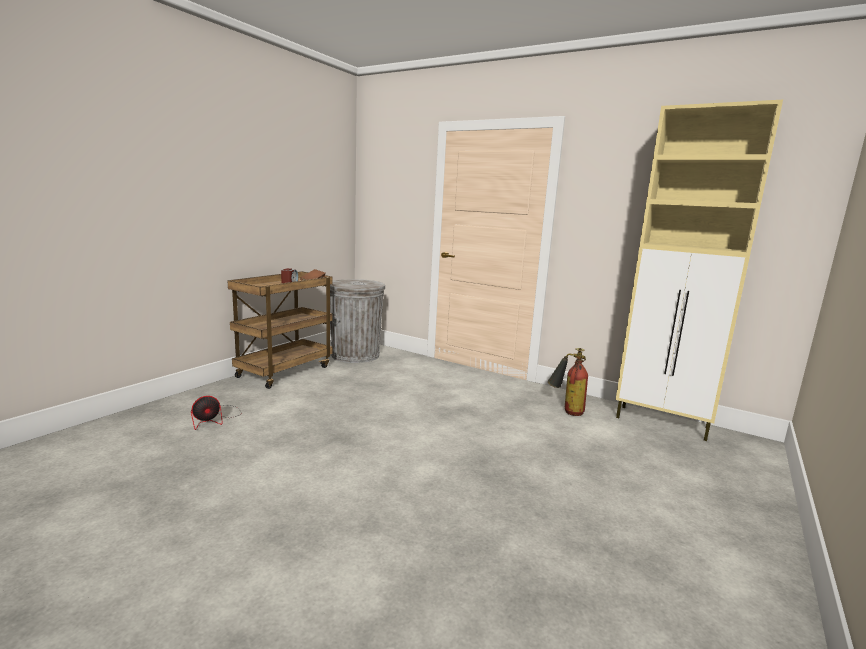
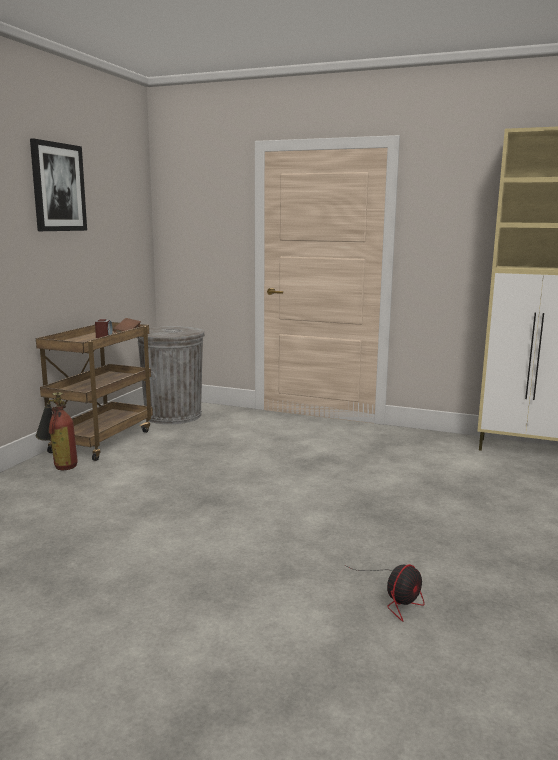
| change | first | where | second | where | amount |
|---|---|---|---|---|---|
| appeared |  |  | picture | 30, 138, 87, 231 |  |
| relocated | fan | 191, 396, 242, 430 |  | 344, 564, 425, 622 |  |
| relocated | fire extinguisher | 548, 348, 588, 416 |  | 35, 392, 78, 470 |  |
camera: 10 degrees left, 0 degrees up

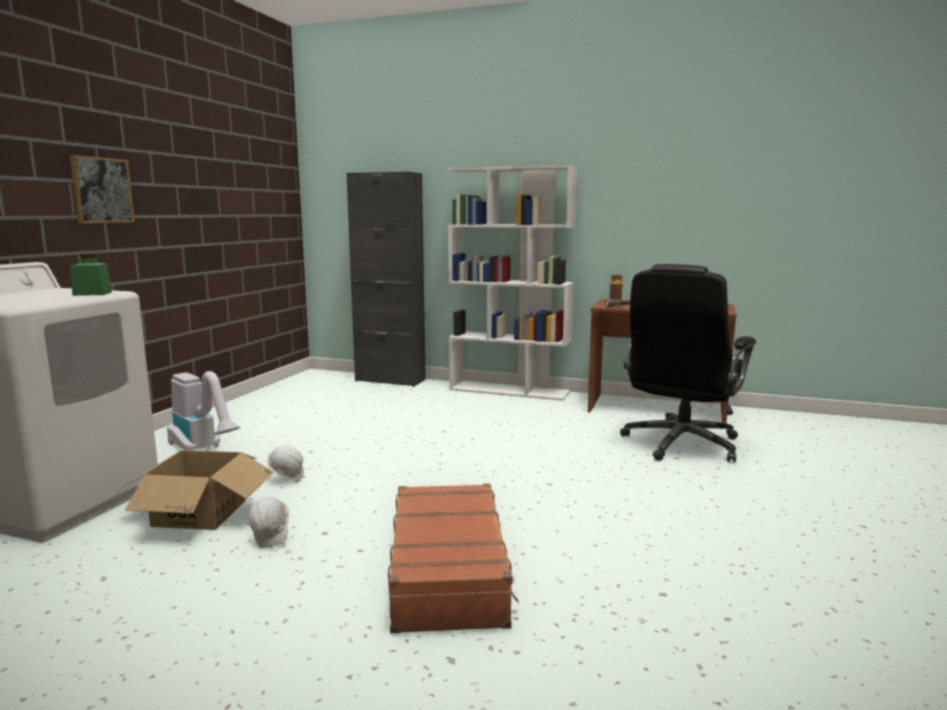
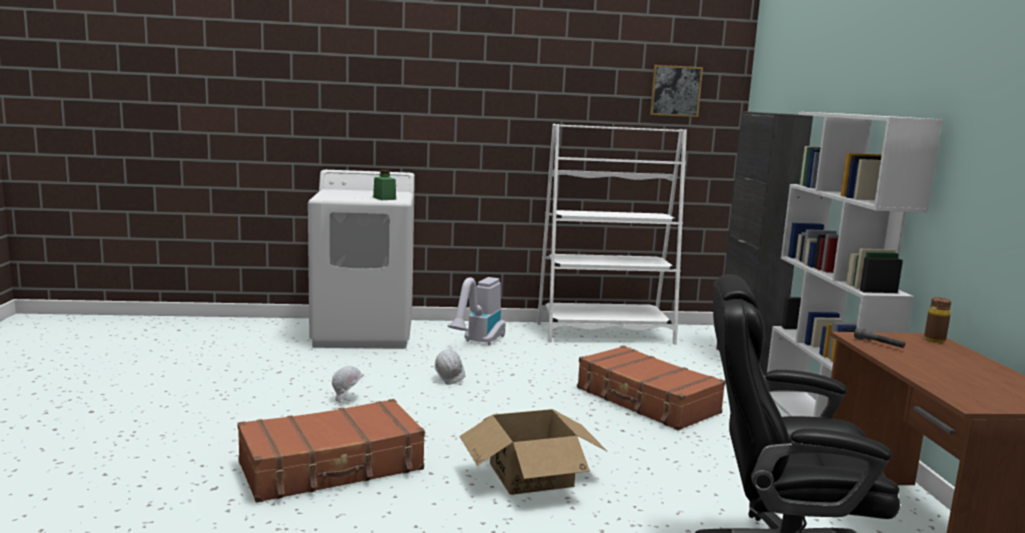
| change | first | where | second | where | amount |
|---|---|---|---|---|---|
| appeared |  |  | white bookcase | 537, 124, 687, 344 |  |
| appeared |  |  | brown suitcase | 577, 345, 726, 431 |  |
| relocated | picture | 70, 155, 135, 223 |  | 650, 65, 703, 117 |  |
| relocated | cardboard box | 114, 450, 274, 530 |  | 459, 409, 608, 495 |  |
camera: 65 degrees right, 0 degrees up

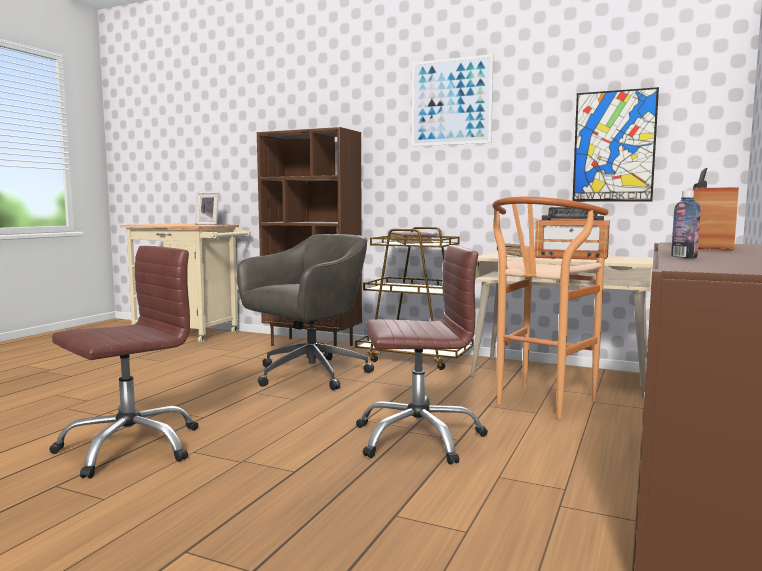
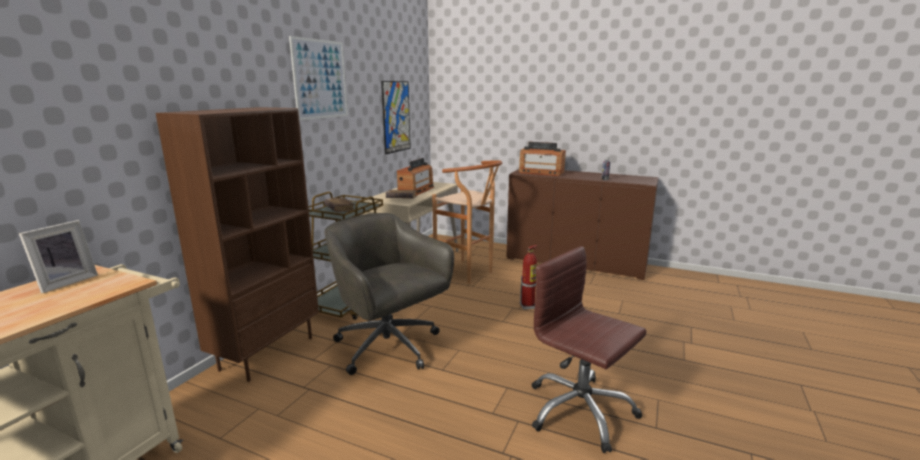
| change | first | where | second | where | amount |
|---|---|---|---|---|---|
| exchanged | brown office chair | 356, 245, 488, 465 | fire extinguisher | 520, 245, 538, 310 |  |
camera: 90 degrees left, 10 degrees up

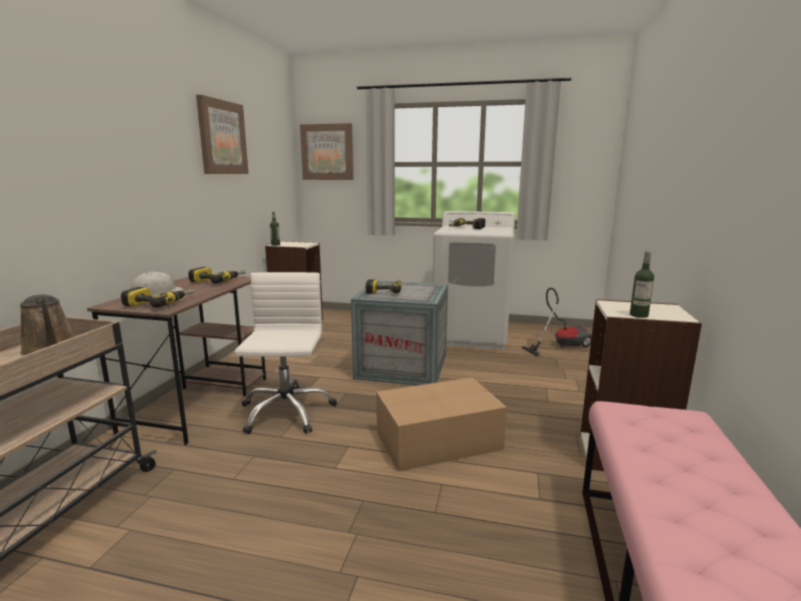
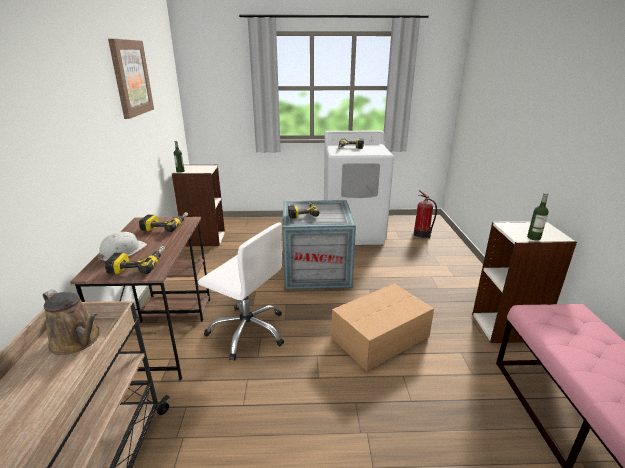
| change | first | where | second | where | amount |
|---|---|---|---|---|---|
| missing | picture | 300, 123, 353, 180 |  |  |  |
| exchanged | vacuum cleaner | 521, 288, 592, 356 | fire extinguisher | 414, 190, 437, 238 |  |
| spun | white office chair | 235, 272, 337, 434 |  | 198, 223, 284, 361 | 135 degrees clockwise |
camera: 15 degrees left, 10 degrees up

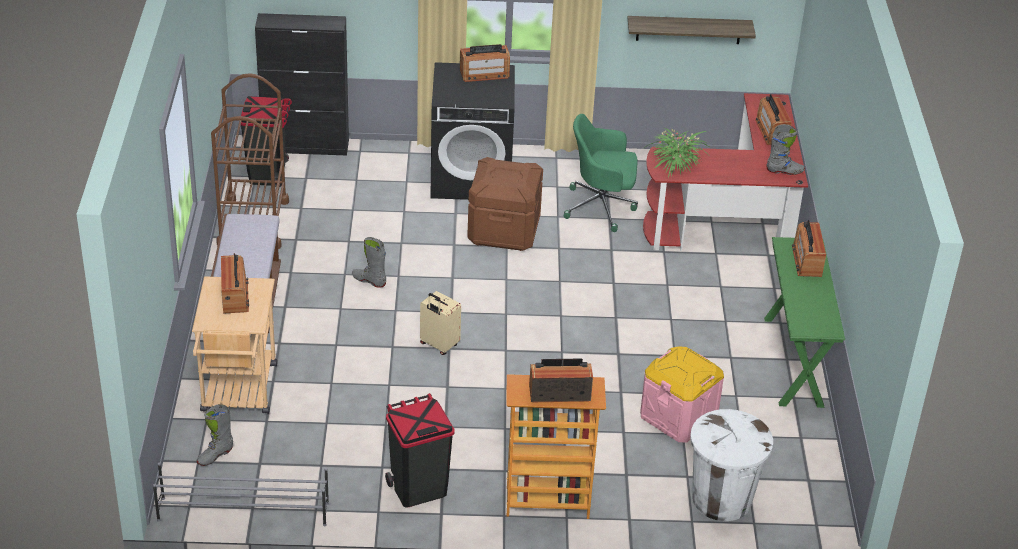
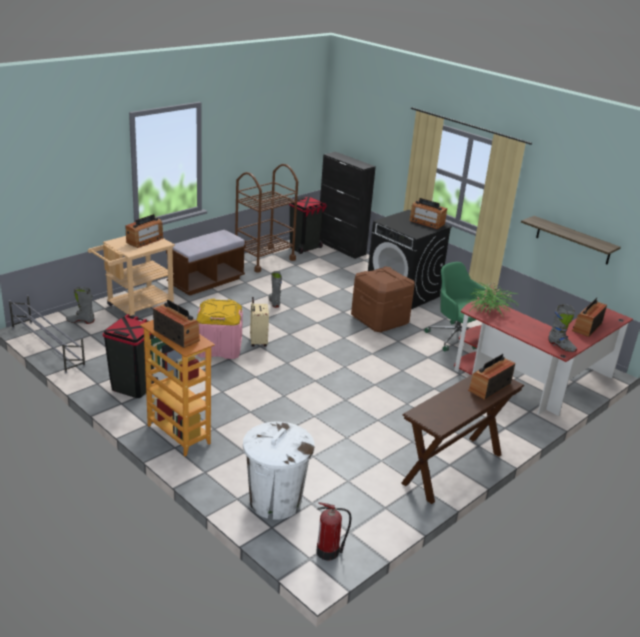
| change | first | where | second | where | amount |
|---|---|---|---|---|---|
| appeared |  |  | fire extinguisher | 316, 502, 351, 560 |  |
| relocated | pink storage box | 640, 347, 724, 442 |  | 196, 298, 243, 359 |  |
| colour | green console table | 764, 237, 845, 408 | brown console table | 401, 374, 524, 504 |  |
camera: 45 degrees right, 10 degrees down

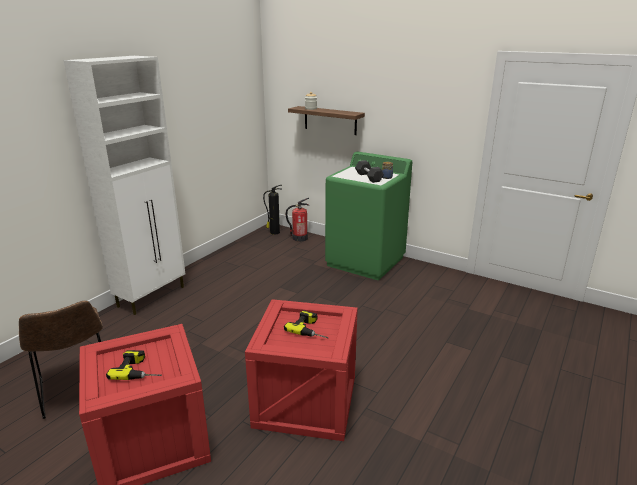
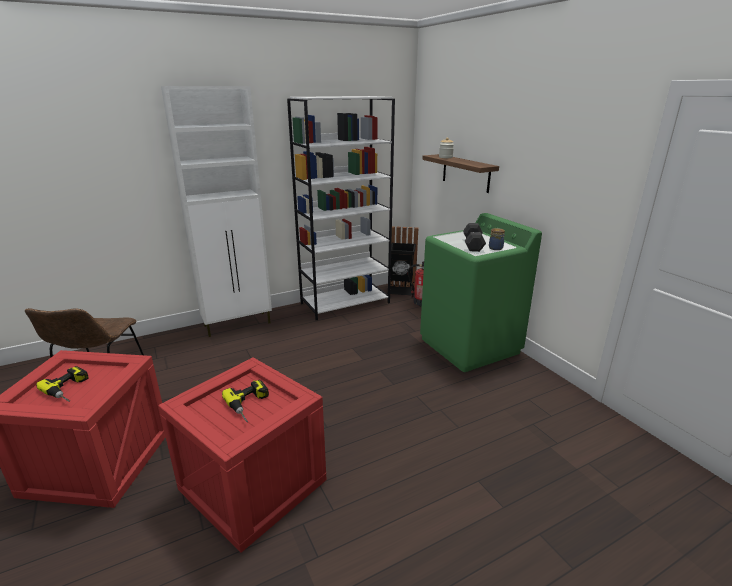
| change | first | where | second | where | amount |
|---|---|---|---|---|---|
| appeared |  |  | white bookcase | 287, 96, 395, 320 |  |
| exchanged | fire extinguisher | 263, 185, 282, 235 | black trash can | 387, 226, 418, 295 |  |
camera: 30 degrees right, 0 degrees up

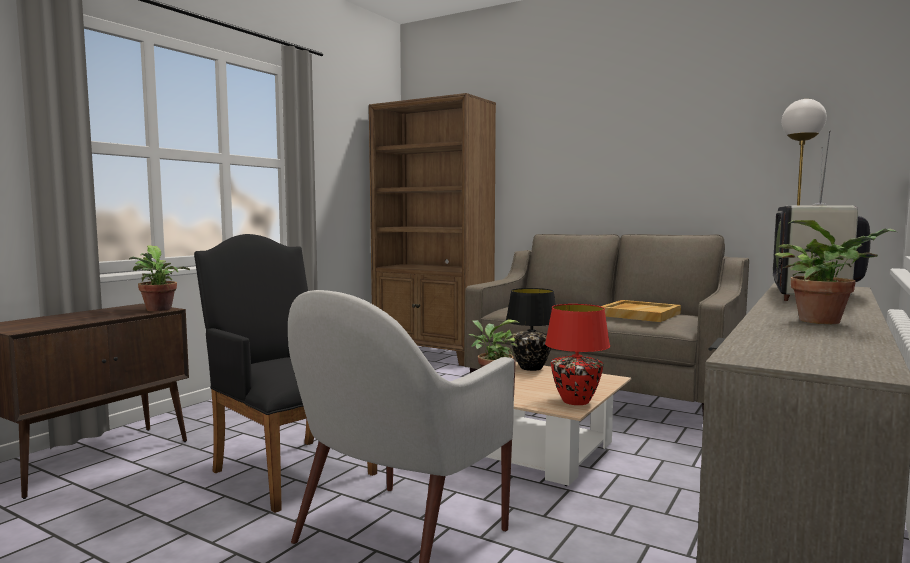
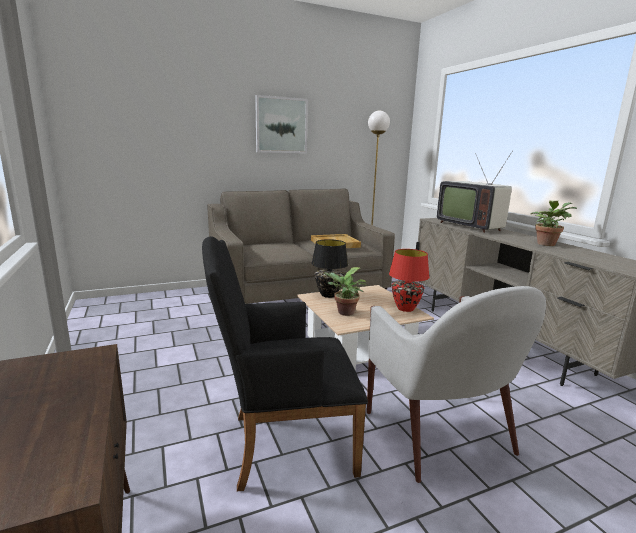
| change | first | where | second | where | amount |
|---|---|---|---|---|---|
| missing | potted plant | 129, 246, 190, 311 |  |  |  |
| missing | brown bookcase | 369, 93, 496, 366 |  |  |  |
| appeared |  |  | picture | 255, 95, 308, 153 |  |
camera: 55 degrees left, 10 degrees up

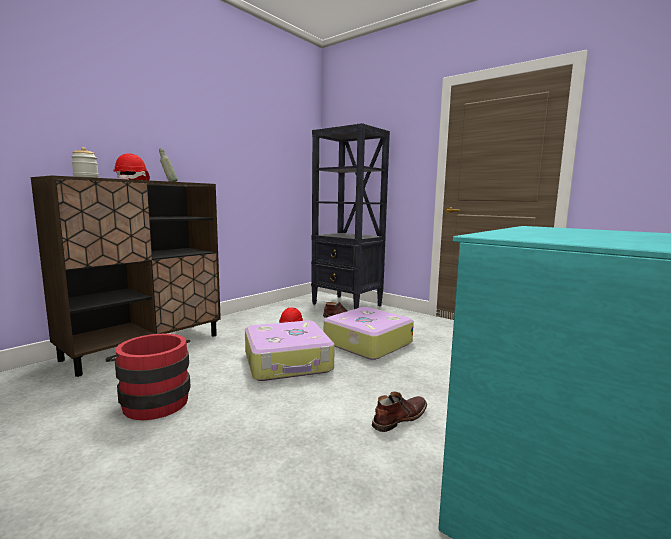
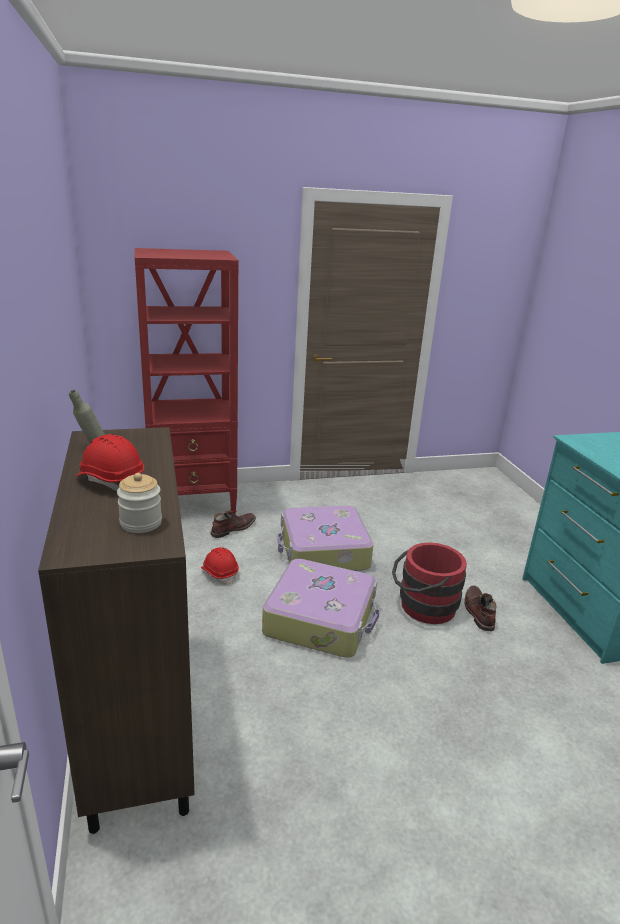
| change | first | where | second | where | amount |
|---|---|---|---|---|---|
| relocated | red bucket | 106, 334, 191, 420 |  | 392, 542, 467, 624 |  |
| colour | black bookcase | 311, 123, 390, 309 | red bookcase | 135, 248, 239, 515 |  |
camera: 55 degrees left, 15 degrees up

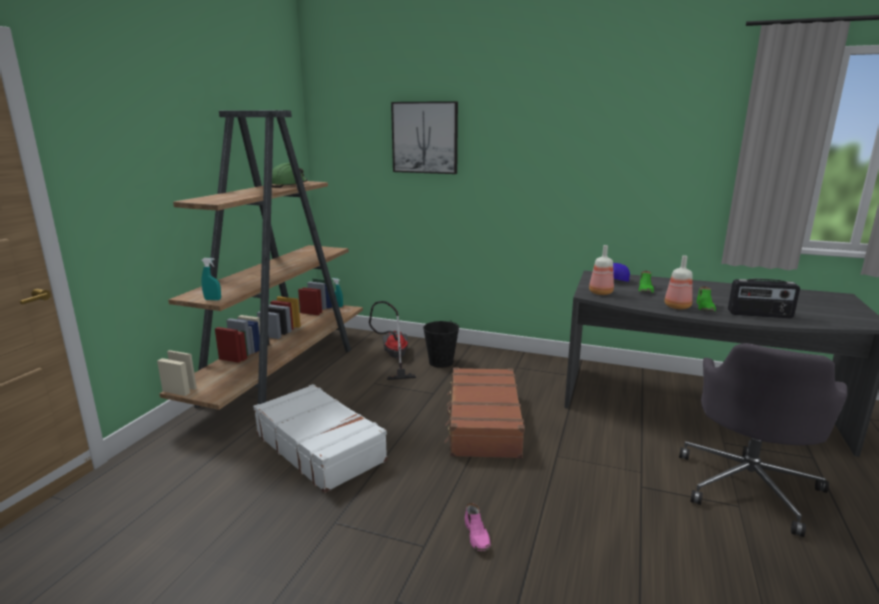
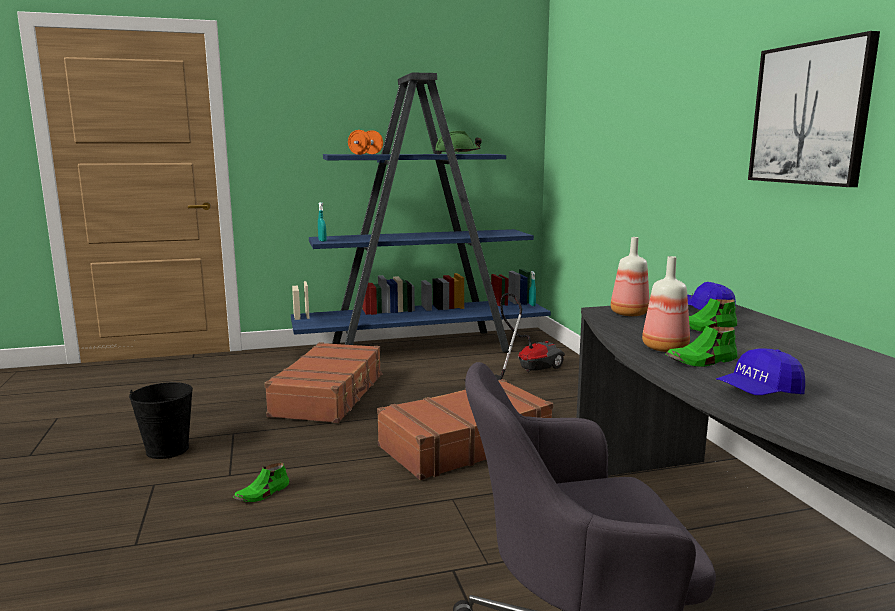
| change | first | where | second | where | amount |
|---|---|---|---|---|---|
| appeared |  |  | orange dumbbell | 348, 130, 383, 155 |  |
| relocated | picture | 391, 101, 458, 174 |  | 748, 31, 880, 187 |  |
| relocated | black bucket | 423, 320, 459, 368 |  | 129, 382, 193, 459 |  |
| exchanged | radio | 728, 278, 800, 318 | blue cap | 716, 348, 805, 395 |  |
| colour | brown bookcase | 157, 110, 363, 410 | blue bookcase | 291, 72, 551, 352 |  |
| colour | white suitcase | 253, 384, 387, 493 | brown suitcase | 264, 342, 383, 423 |  |
| colour | pink shoe | 465, 503, 491, 551 | green shoe | 233, 463, 289, 502 |  |
camera: 55 degrees right, 5 degrees down

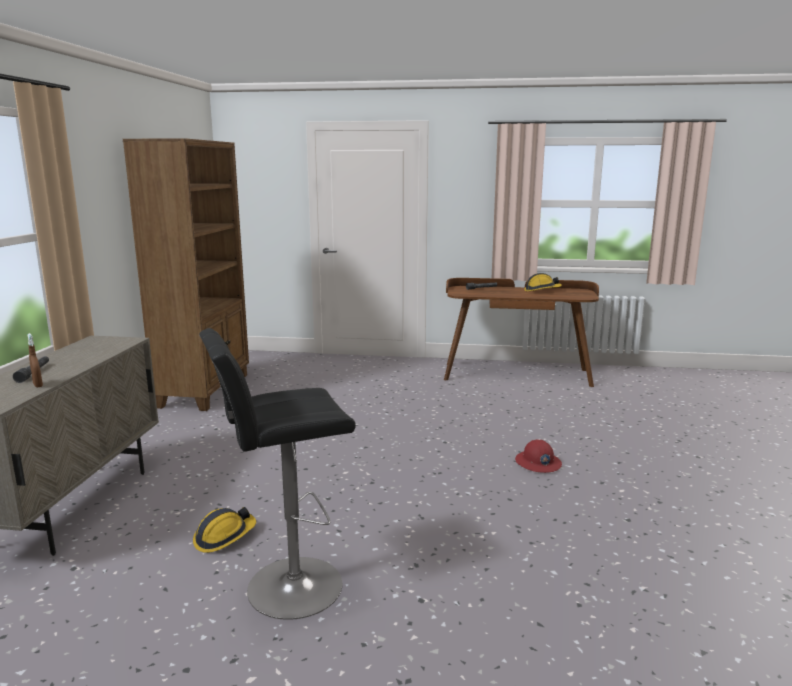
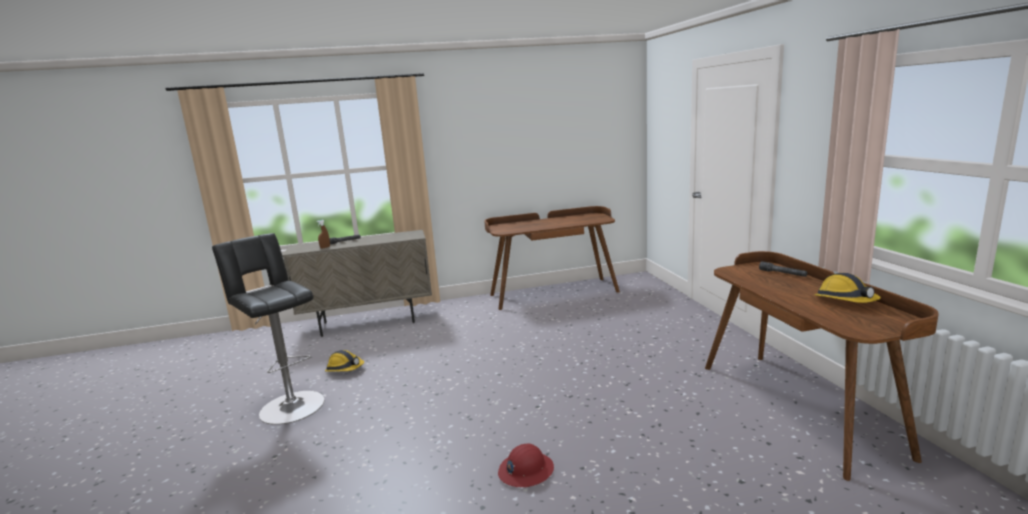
| change | first | where | second | where | amount |
|---|---|---|---|---|---|
| exchanged | brown bookcase | 123, 138, 249, 411 | brown desk | 484, 206, 620, 310 |  |
camera: 70 degrees right, 0 degrees up

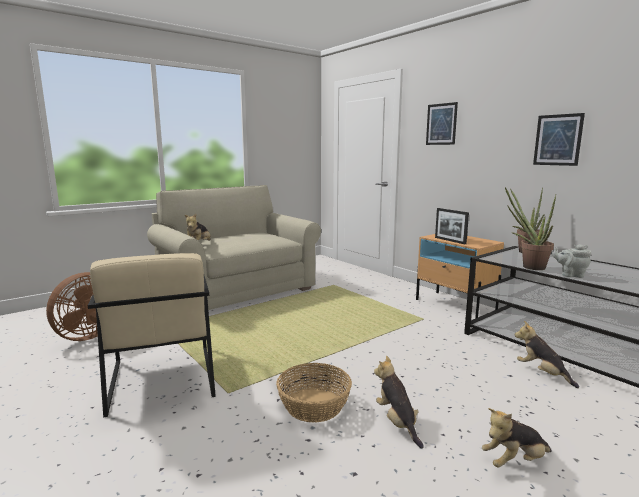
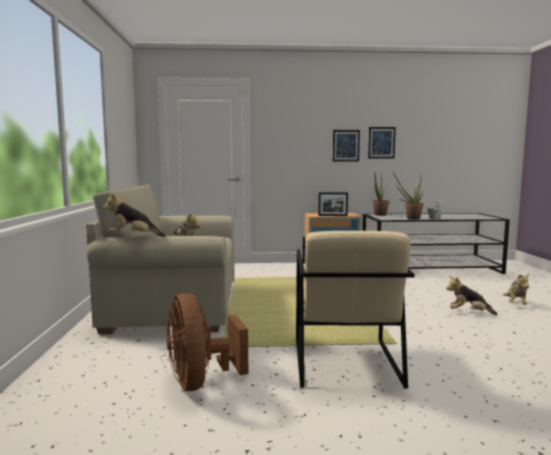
| change | first | where | second | where | amount |
|---|---|---|---|---|---|
| missing | basket | 276, 363, 352, 423 |  |  |  |
| relocated | picture | 426, 102, 458, 145 |  | 333, 130, 360, 161 |  |
| relocated | plush toy | 514, 321, 579, 388 |  | 103, 193, 165, 237 |  |
| spun | beige armchair | 88, 253, 216, 418 |  | 296, 231, 415, 388 | 75 degrees clockwise |
camera: 55 degrees left, 5 degrees down

